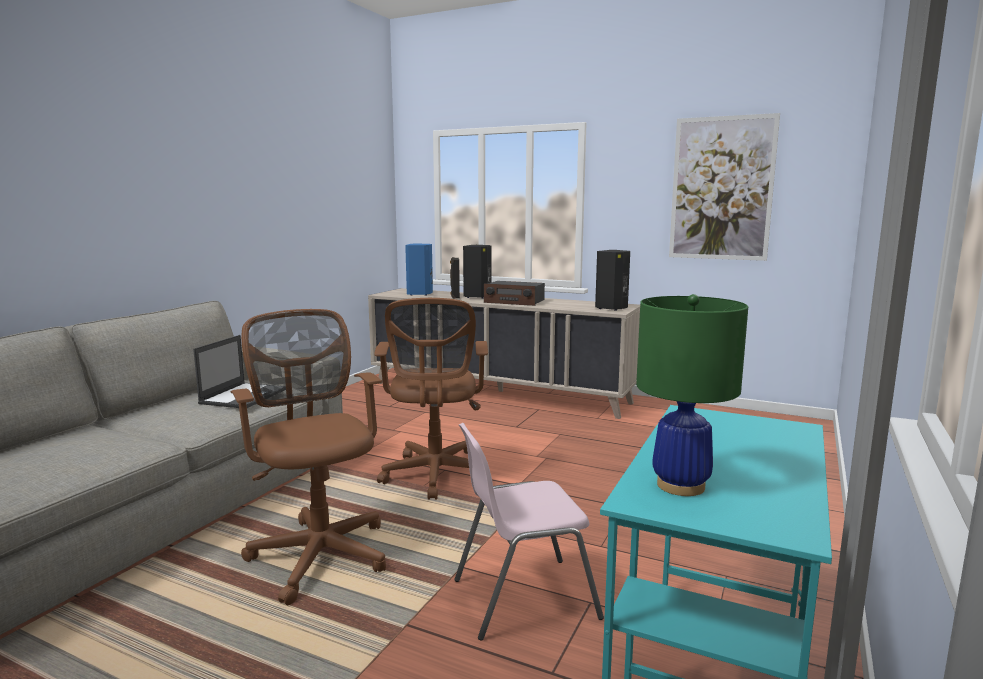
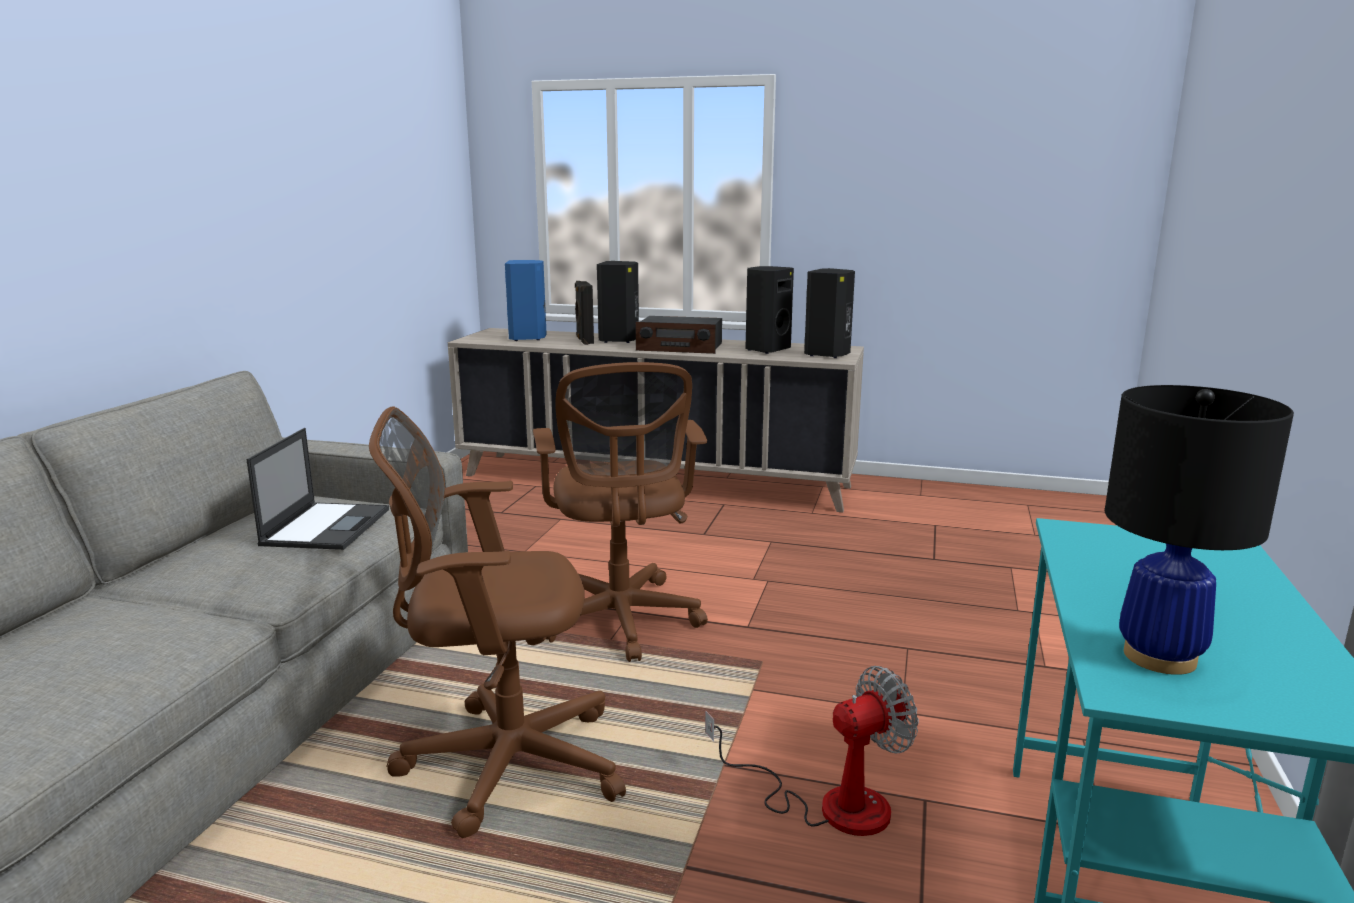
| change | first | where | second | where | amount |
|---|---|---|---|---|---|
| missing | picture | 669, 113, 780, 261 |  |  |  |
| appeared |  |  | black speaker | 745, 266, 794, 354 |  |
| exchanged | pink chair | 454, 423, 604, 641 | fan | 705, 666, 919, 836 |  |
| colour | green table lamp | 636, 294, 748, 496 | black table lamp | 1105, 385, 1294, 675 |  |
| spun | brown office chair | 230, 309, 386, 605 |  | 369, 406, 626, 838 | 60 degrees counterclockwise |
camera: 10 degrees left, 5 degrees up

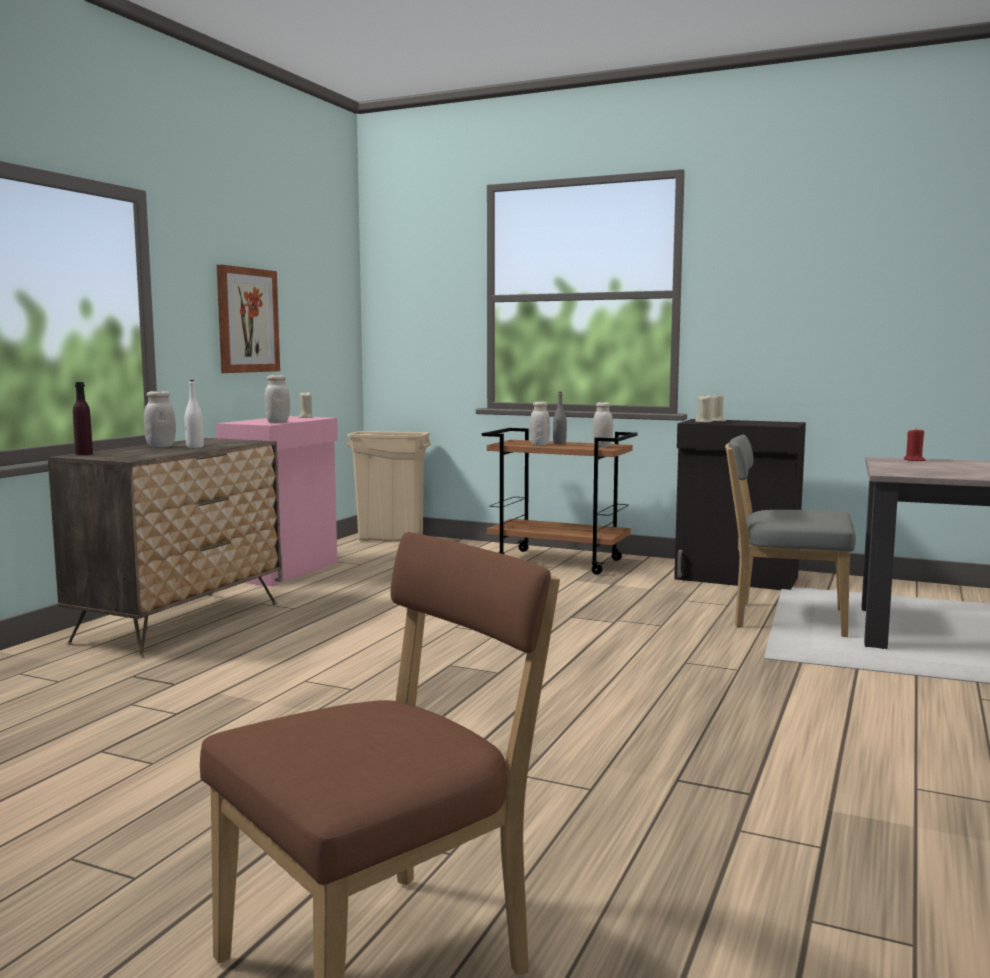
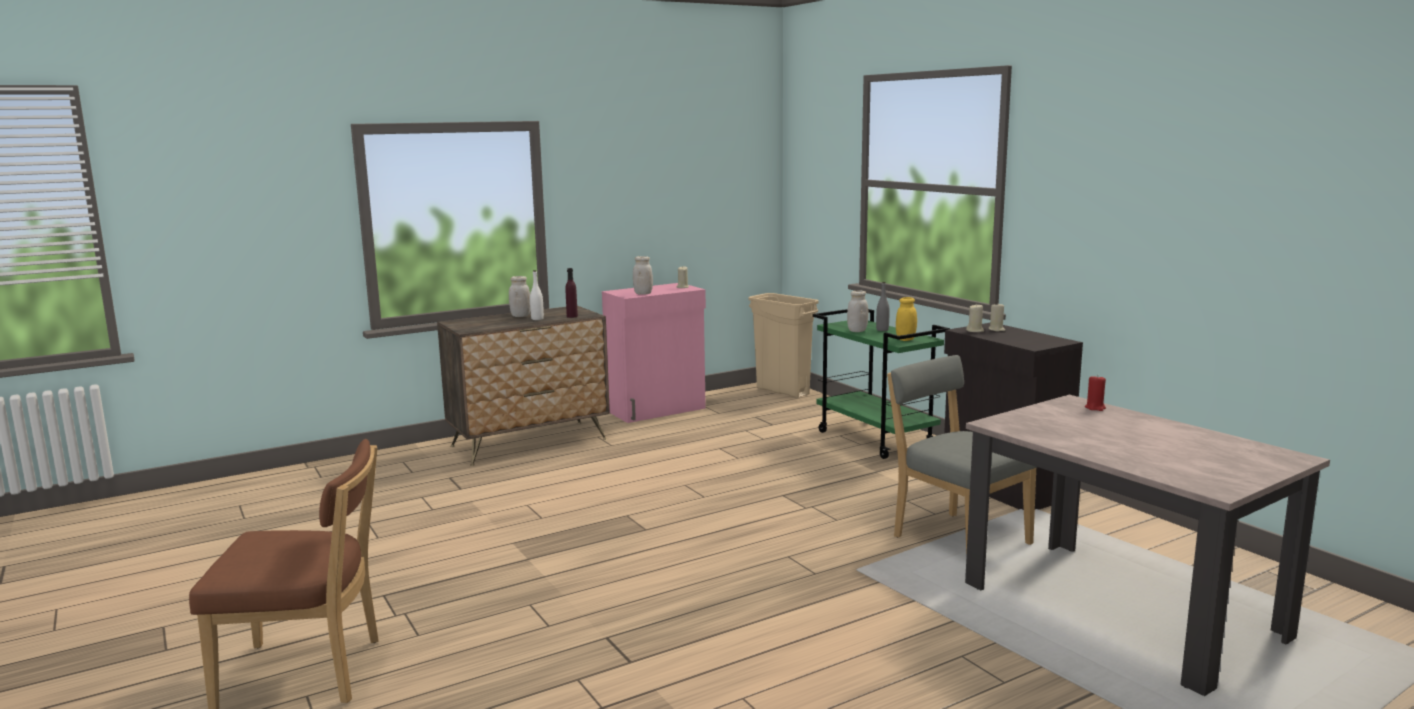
| change | first | where | second | where | amount |
|---|---|---|---|---|---|
| missing | picture | 217, 265, 280, 373 |  |  |  |
| relocated | purple bottle | 73, 382, 93, 455 |  | 565, 268, 578, 318 |  |
| colour | brown cart | 482, 428, 637, 575 | green cart | 813, 309, 950, 459 |  |
| colour | white jar | 593, 402, 613, 447 | yellow jar | 896, 297, 917, 341 |  |
camera: 35 degrees right, 5 degrees up

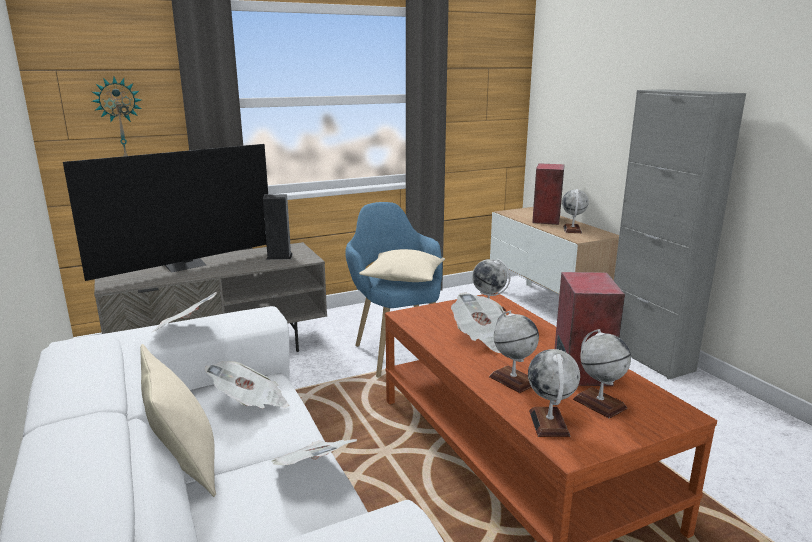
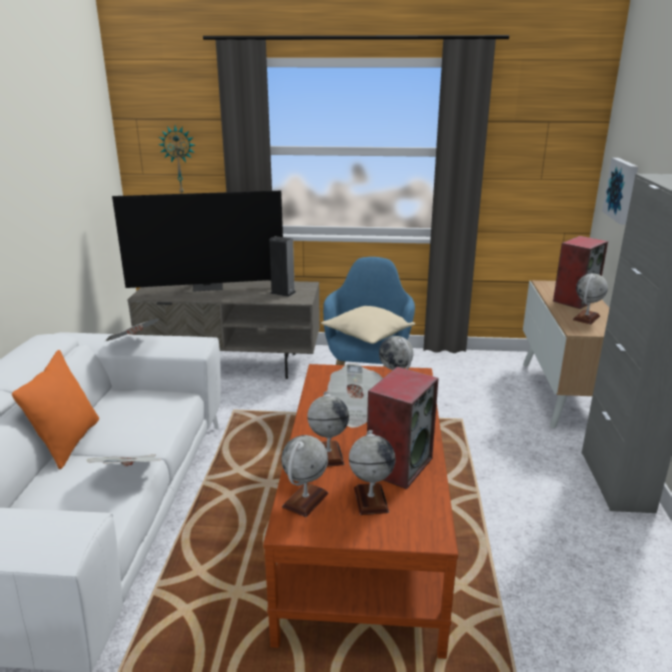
| change | first | where | second | where | amount |
|---|---|---|---|---|---|
| missing | newspaper | 205, 361, 290, 408 |  |  |  |
| appeared |  |  | picture | 602, 158, 638, 224 |  |
| colour | beige pillow | 140, 344, 216, 497 | orange pillow | 12, 350, 99, 469 |  |
camera: 30 degrees right, 5 degrees up

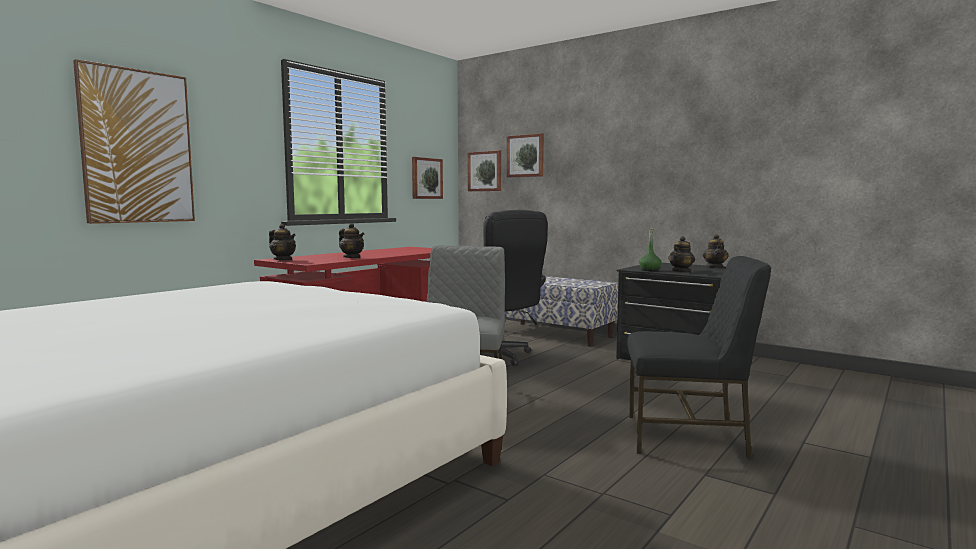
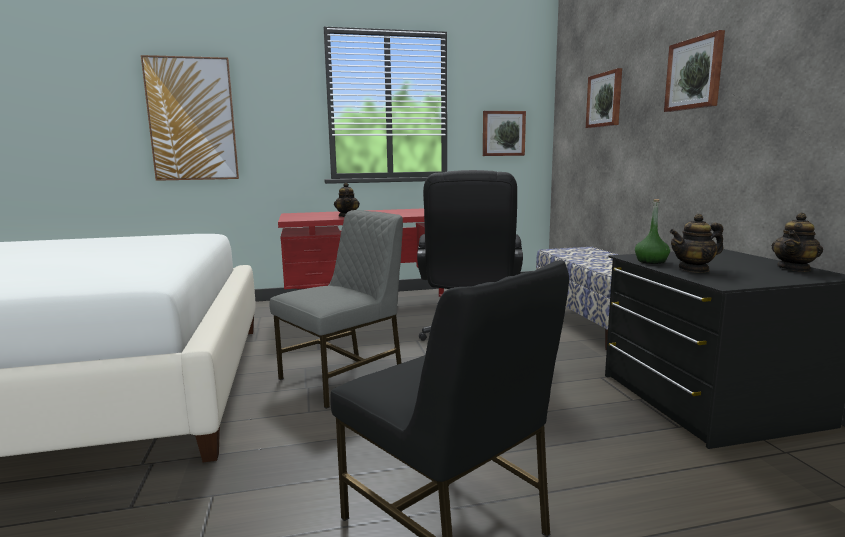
| change | first | where | second | where | amount |
|---|---|---|---|---|---|
| missing | teapot | 269, 224, 296, 260 |  |  |  |
| relocated | picture | 468, 150, 501, 191 |  | 664, 30, 725, 112 |  |
camera: 40 degrees right, 5 degrees up

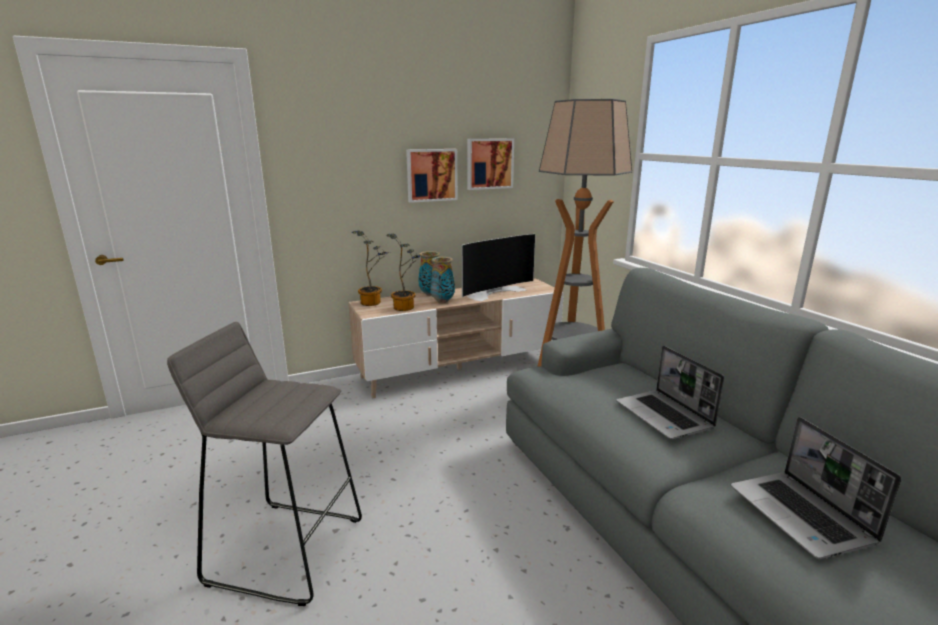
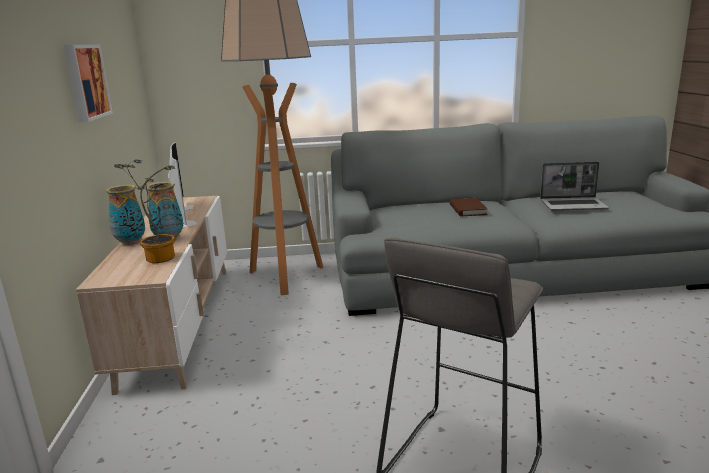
| change | first | where | second | where | amount |
|---|---|---|---|---|---|
| missing | potted plant | 352, 231, 391, 306 |  |  |  |
| missing | picture | 467, 138, 514, 190 |  |  |  |
| exchanged | laptop | 616, 346, 724, 439 | brown book | 450, 198, 487, 216 |  |
camera: 70 degrees left, 0 degrees up

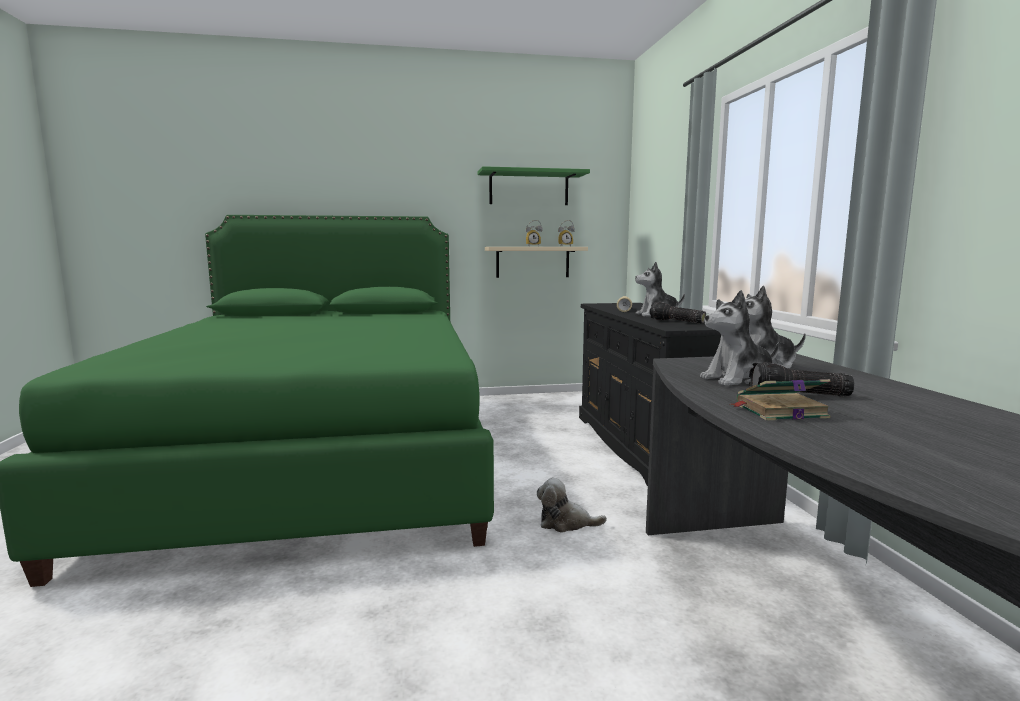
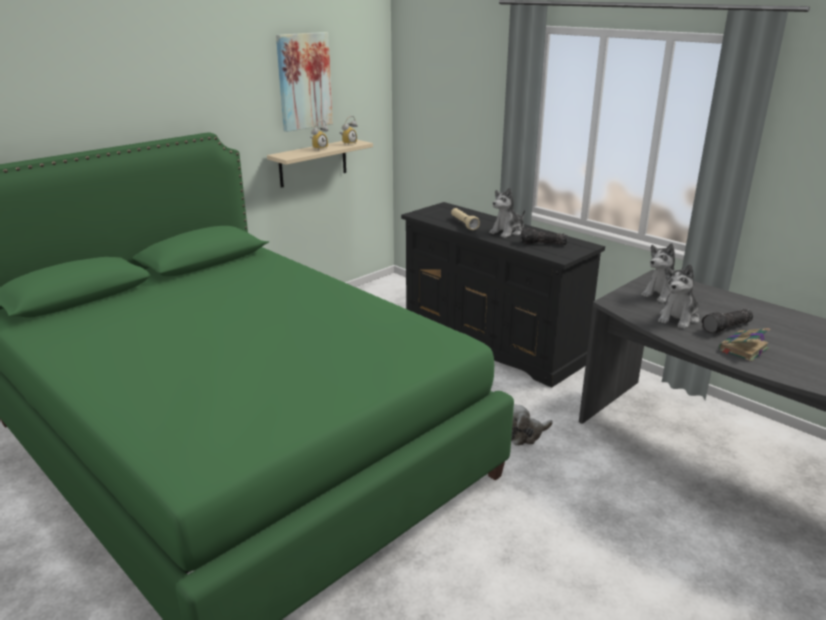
| change | first | where | second | where | amount |
|---|---|---|---|---|---|
| exchanged | green shelf | 478, 166, 590, 205 | picture | 276, 32, 333, 132 |  |
camera: 35 degrees left, 15 degrees up

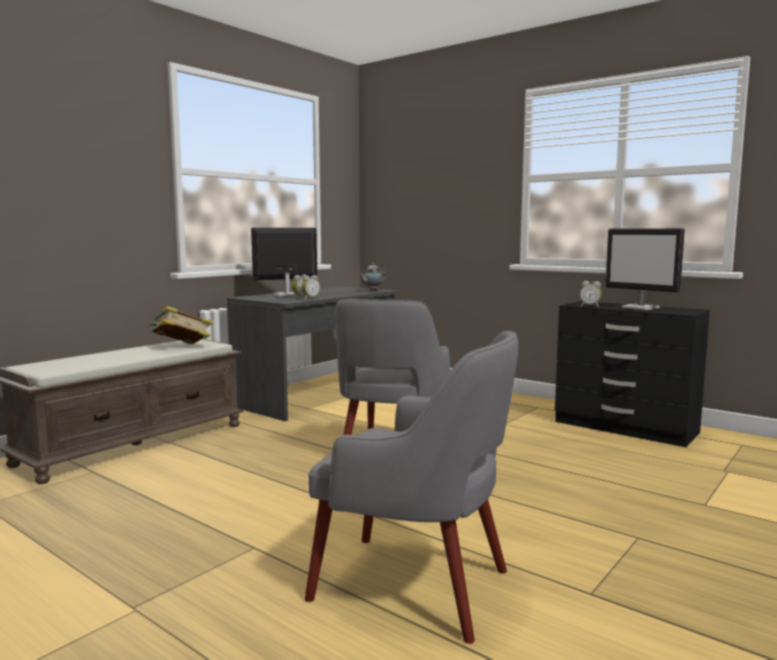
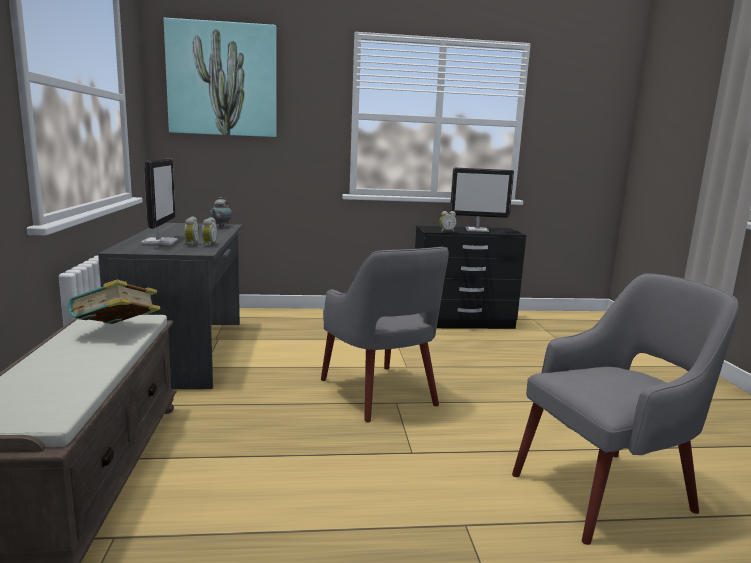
| change | first | where | second | where | amount |
|---|---|---|---|---|---|
| appeared |  |  | picture | 164, 18, 277, 137 |  |
| spun | monitor | 251, 227, 317, 297 |  | 141, 158, 178, 245 | 150 degrees clockwise |
camera: 45 degrees left, 5 degrees up

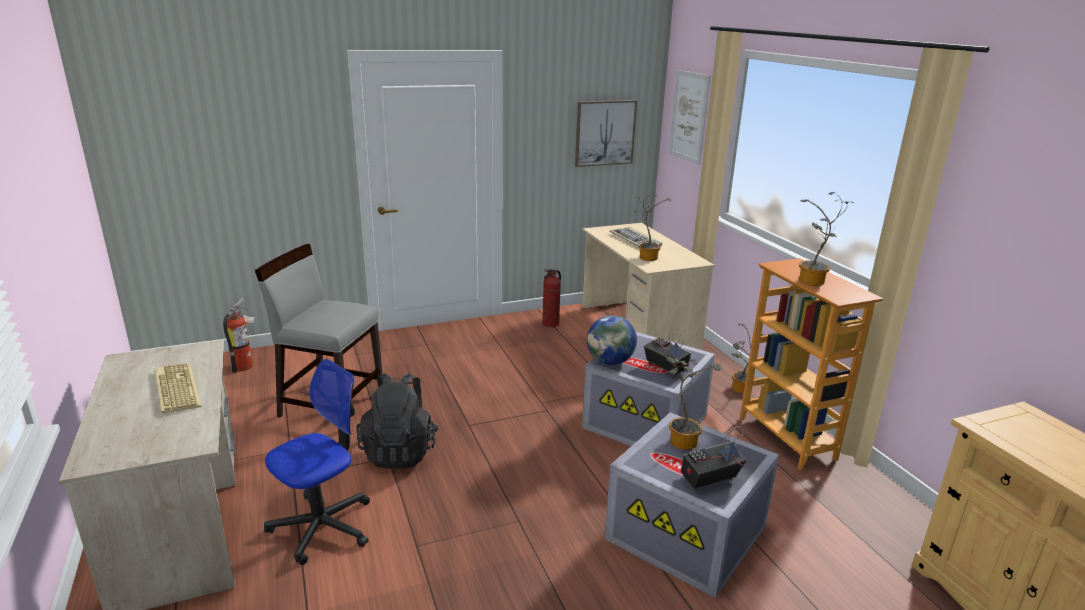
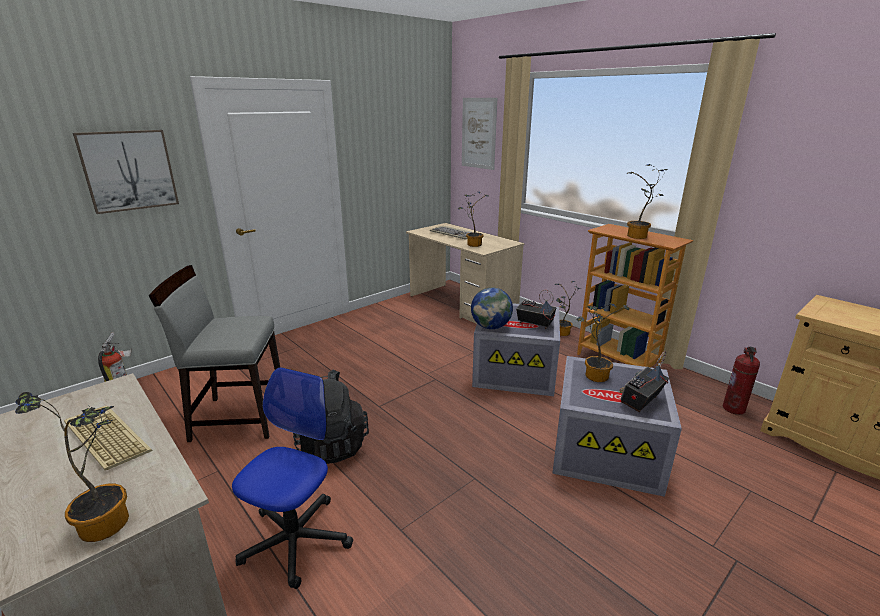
| change | first | where | second | where | amount |
|---|---|---|---|---|---|
| appeared |  |  | potted plant | 15, 392, 129, 542 |  |
| relocated | fire extinguisher | 543, 269, 561, 327 |  | 723, 347, 760, 415 |  |
| relocated | picture | 575, 100, 637, 167 |  | 73, 130, 179, 214 |  |
camera: 20 degrees left, 0 degrees up

